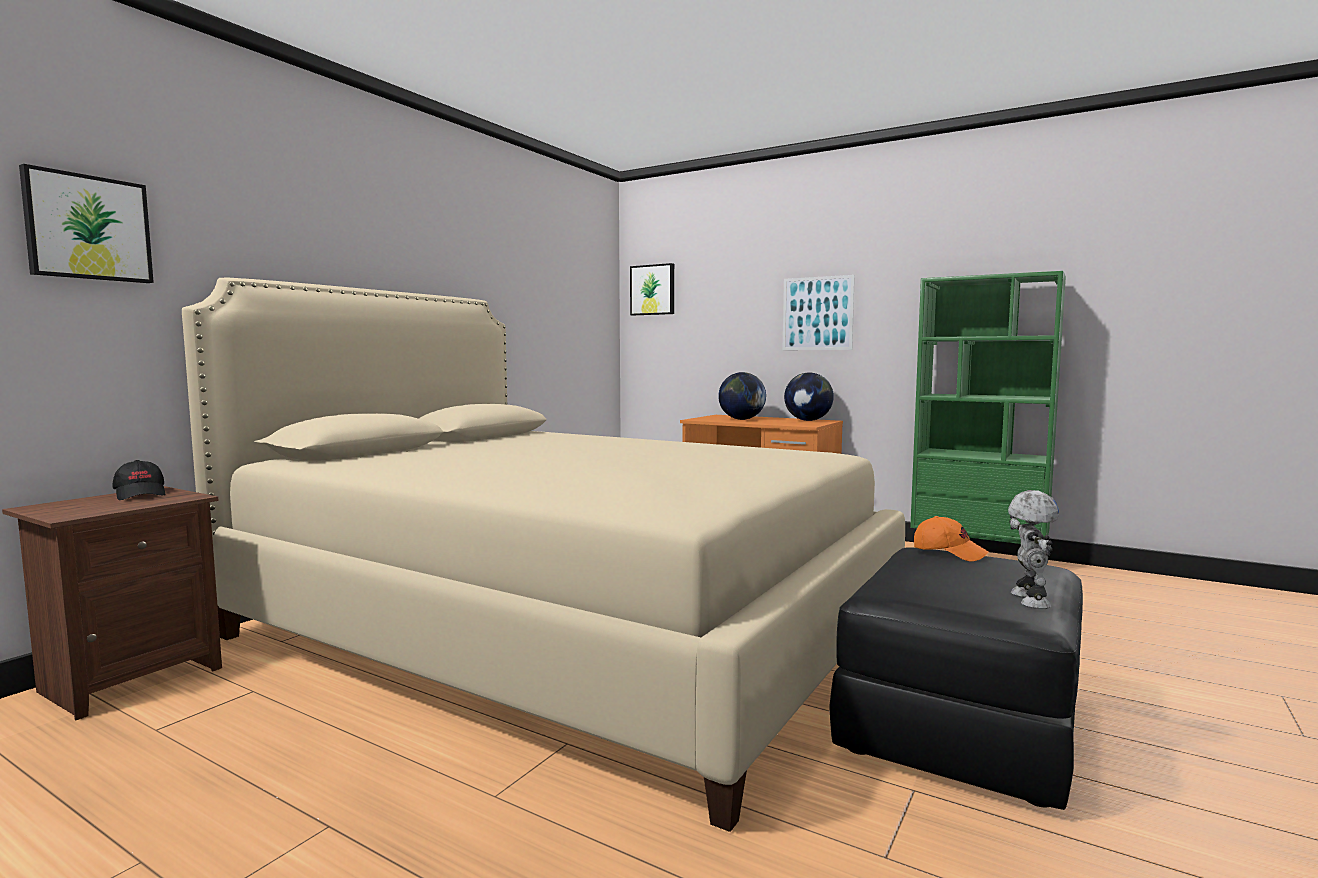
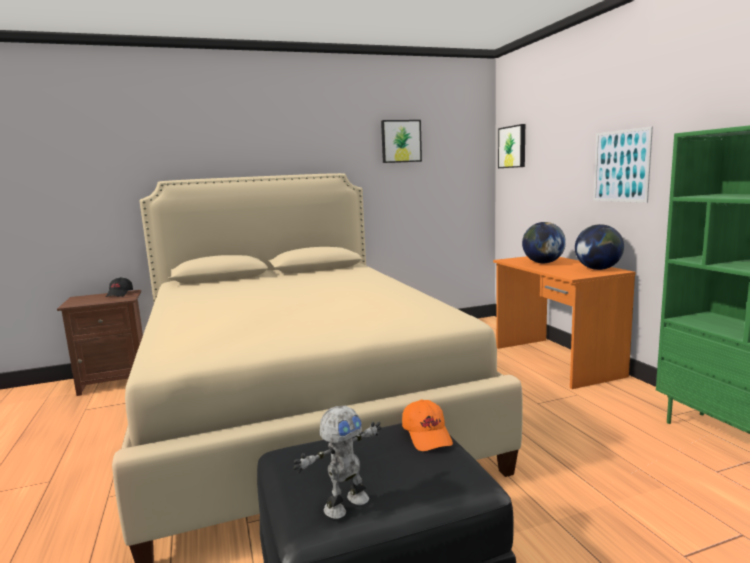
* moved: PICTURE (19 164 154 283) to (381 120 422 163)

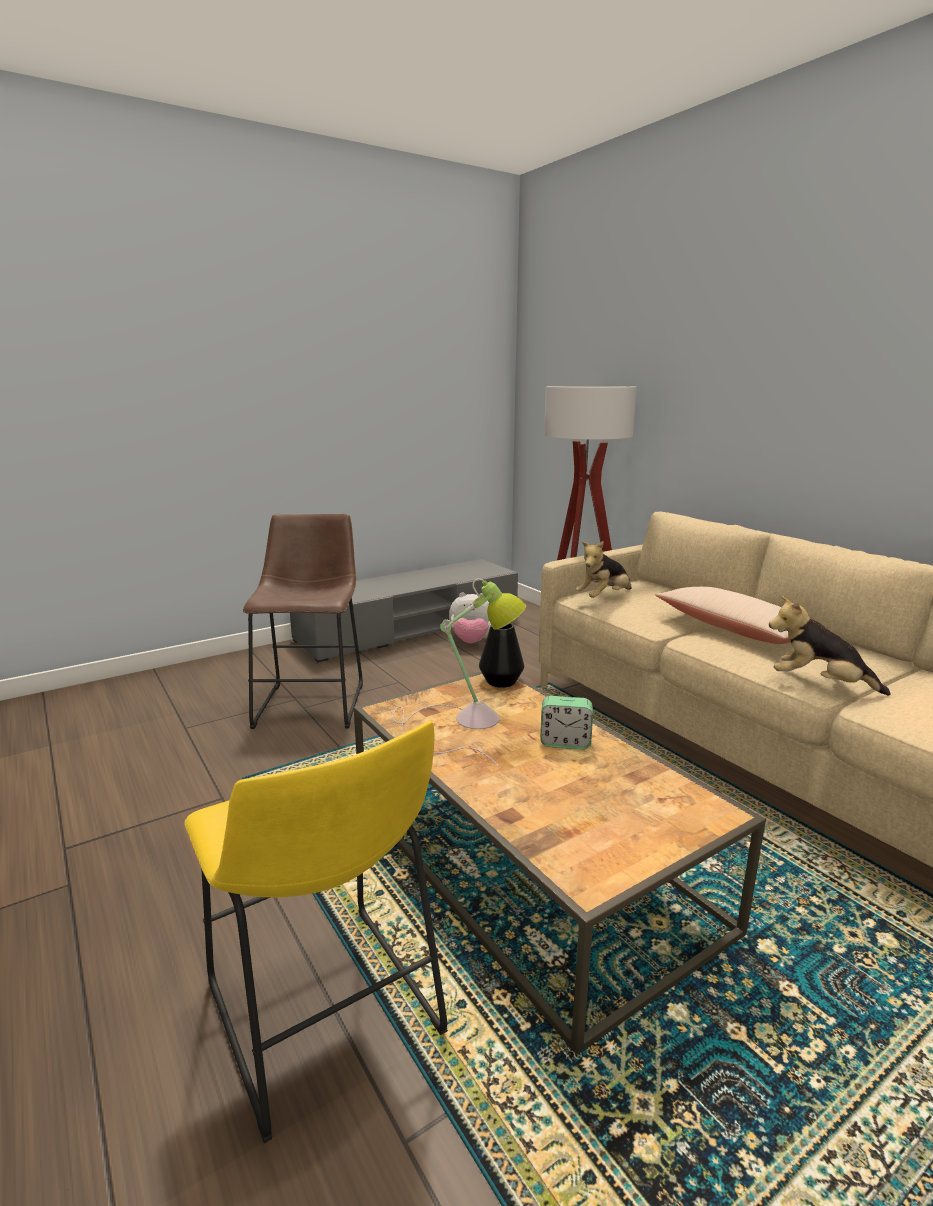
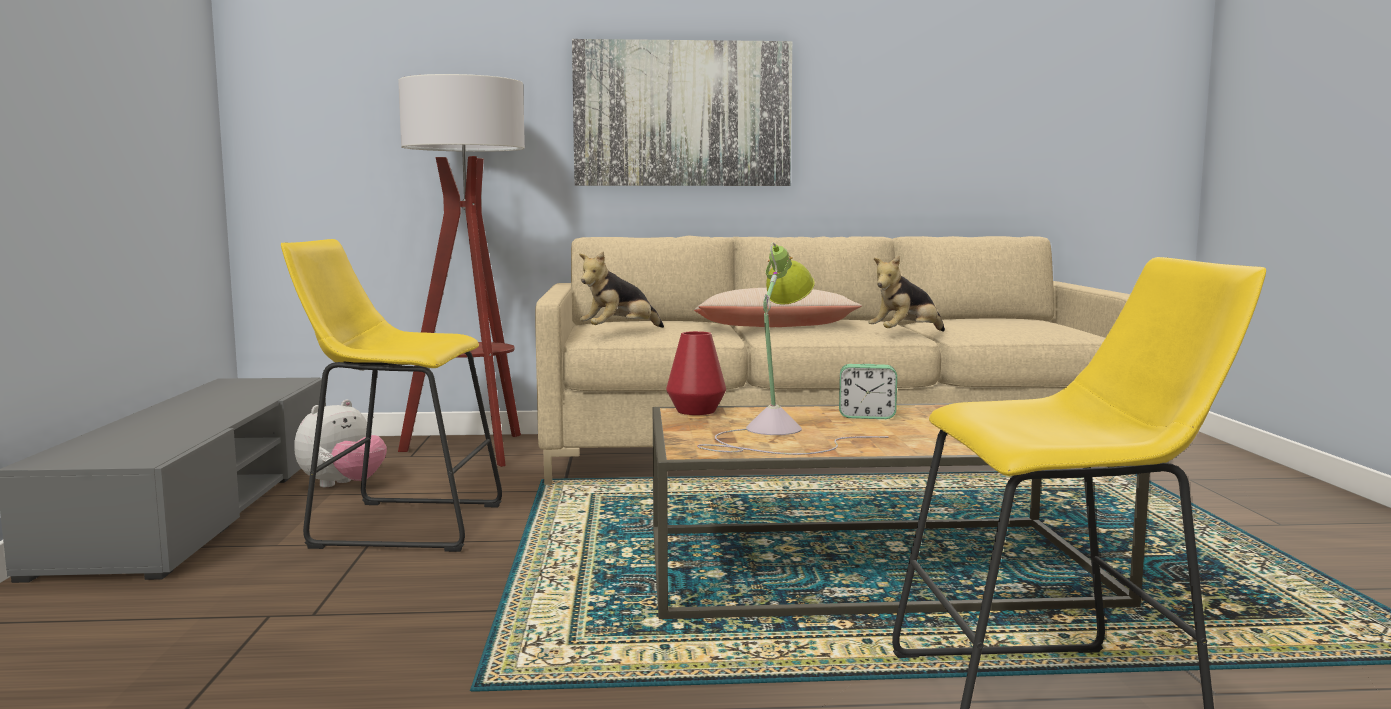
* removed: BROWNISH SITTING STOOL (243 514 363 729)
* recoloured: BLACK FLOWER VASE (479 623 524 688) to RED FLOWER VASE (666 331 726 415)
* turned: BEDSIDE CLOCK (540 696 593 749) = (839 364 897 419) 60 degrees clockwise
* turned: PLUSH TOY (575 541 632 598) = (579 251 664 328) 60 degrees clockwise
* added: YELLOW-COLOURED SITTING STOOL (281 239 502 552)
* added: PICTURE (572 39 792 186)

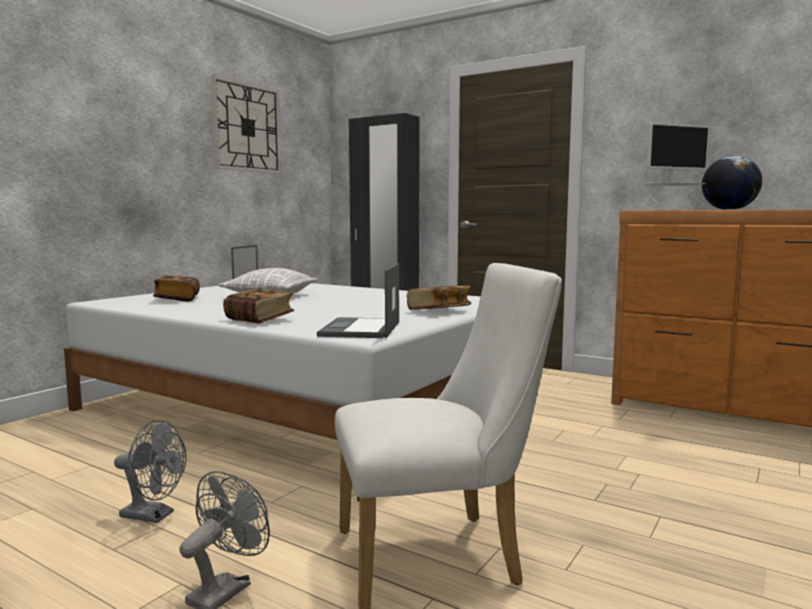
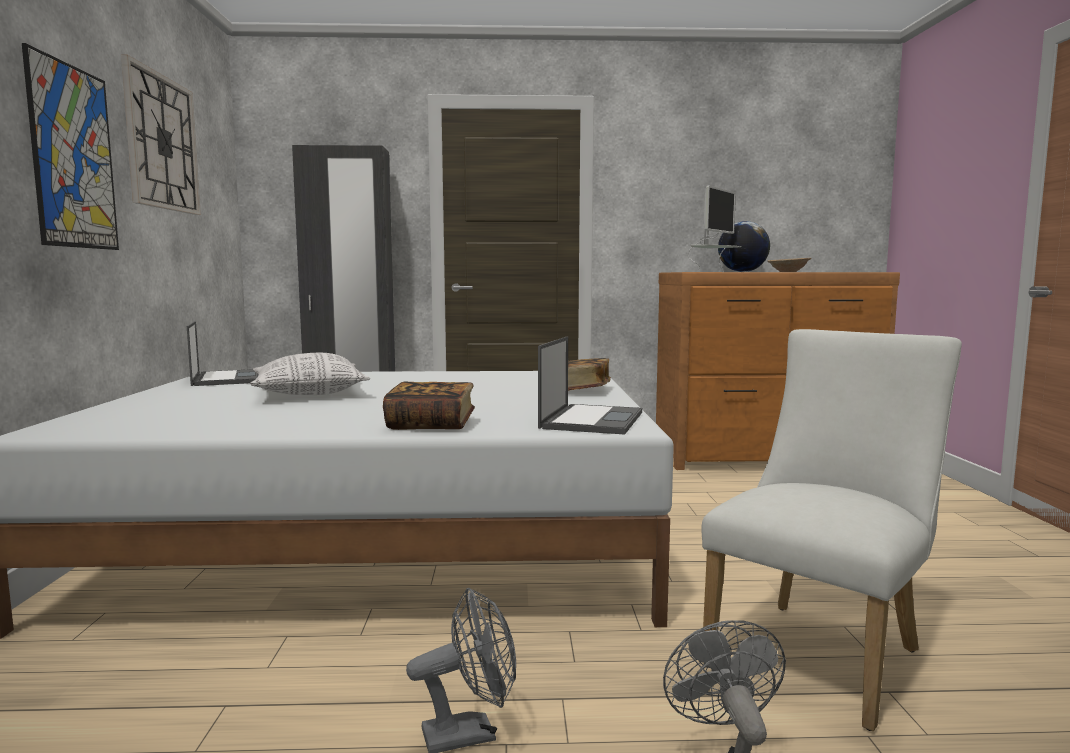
* removed: BOUND BOOK (153 275 200 302)
* turned: PORTABLE COMPUTER (317 263 399 338) = (538 336 642 435) 135 degrees counterclockwise
* added: PICTURE (22 43 119 250)
* added: BROWNISH DEEP DISH (767 258 812 272)

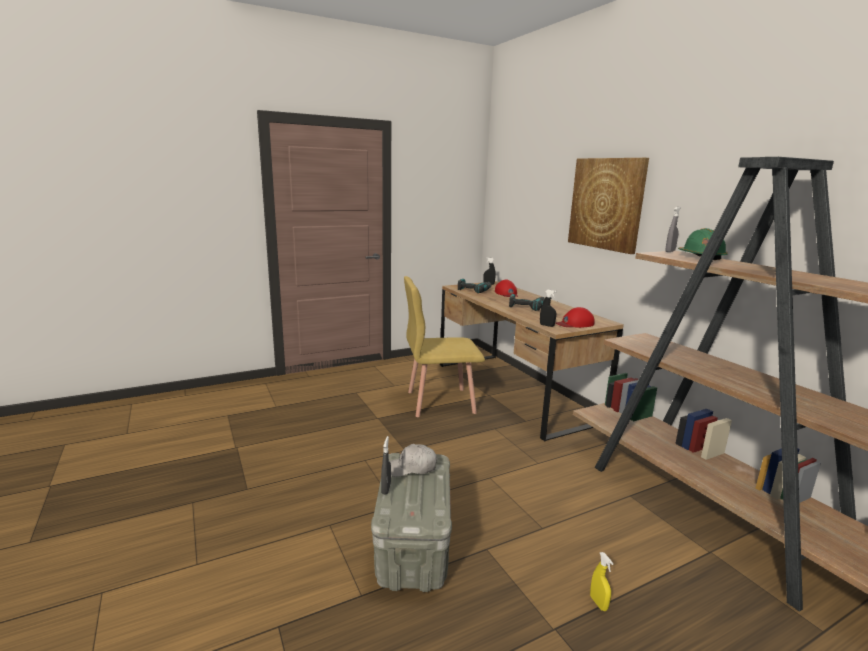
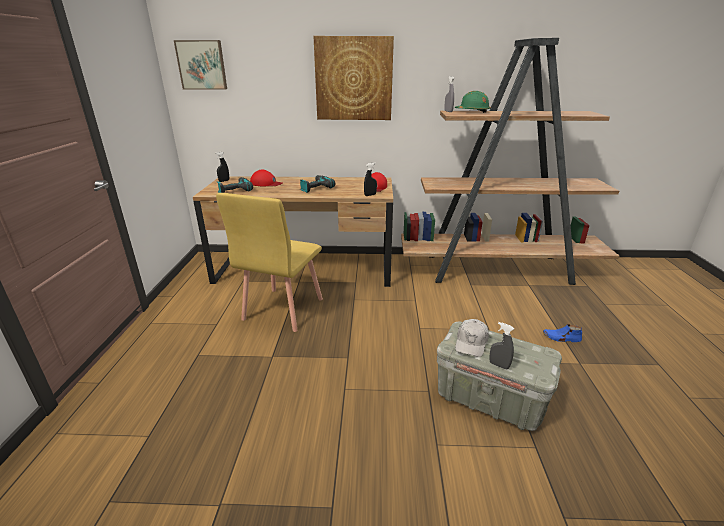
* replaced: YELLOW-COLOURED SPRAYER (590 552 614 611) to BLUE-COLOURED ITEM OF FOOTWEAR (543 324 582 342)
* added: PICTURE (174 40 227 90)

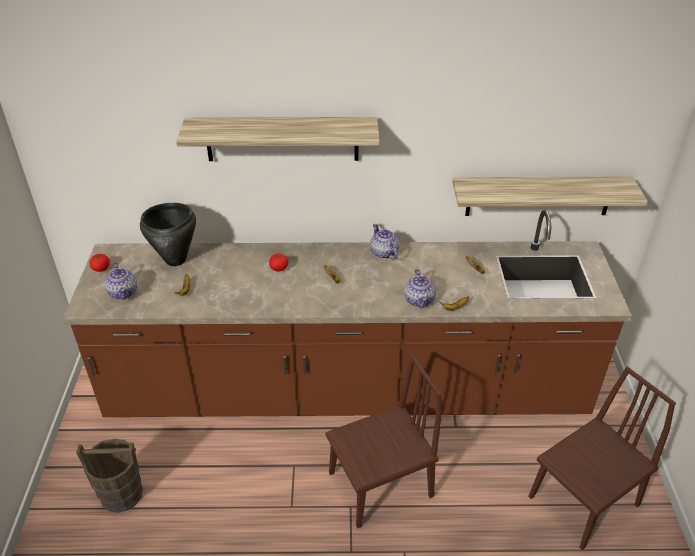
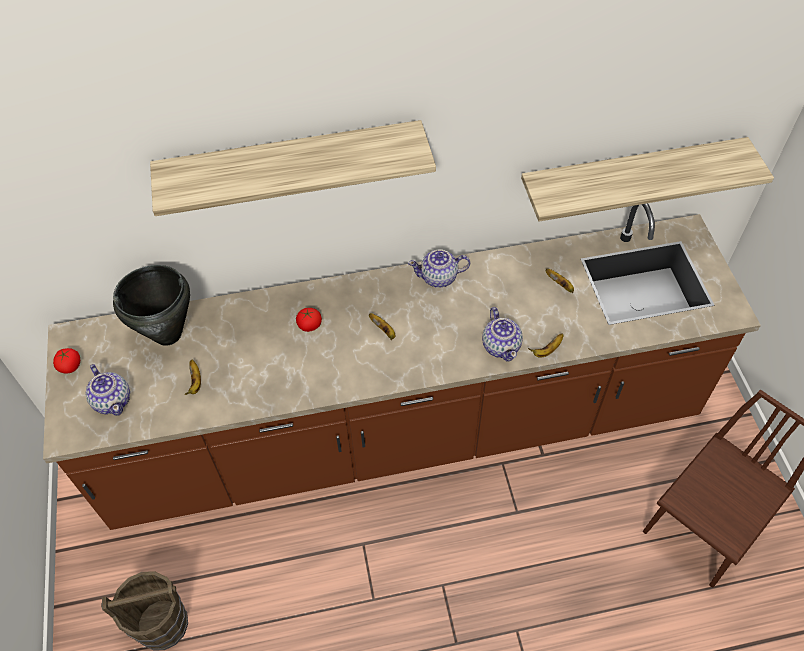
* removed: BROWNISH CHAIR (325 355 441 528)
* turned: TEA POT (370 224 399 260) = (408 249 470 288) 60 degrees counterclockwise

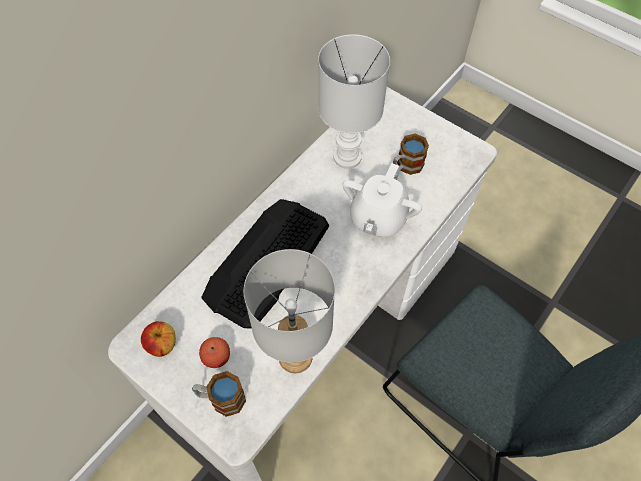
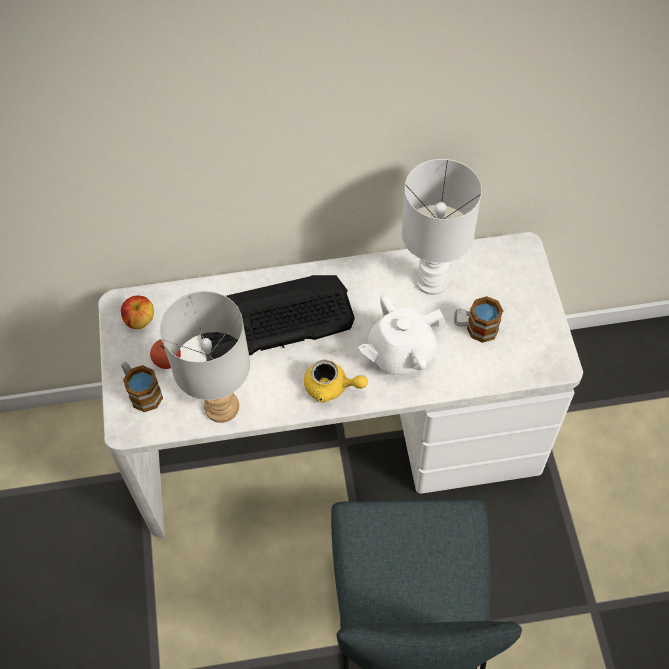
* added: YELLOW-COLOURED TEA POT (304 360 368 403)

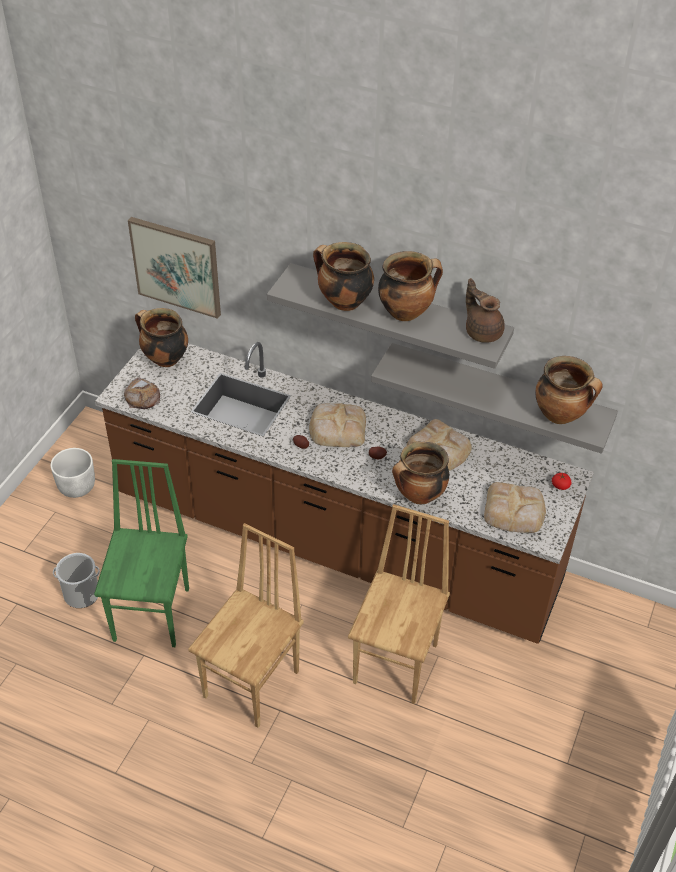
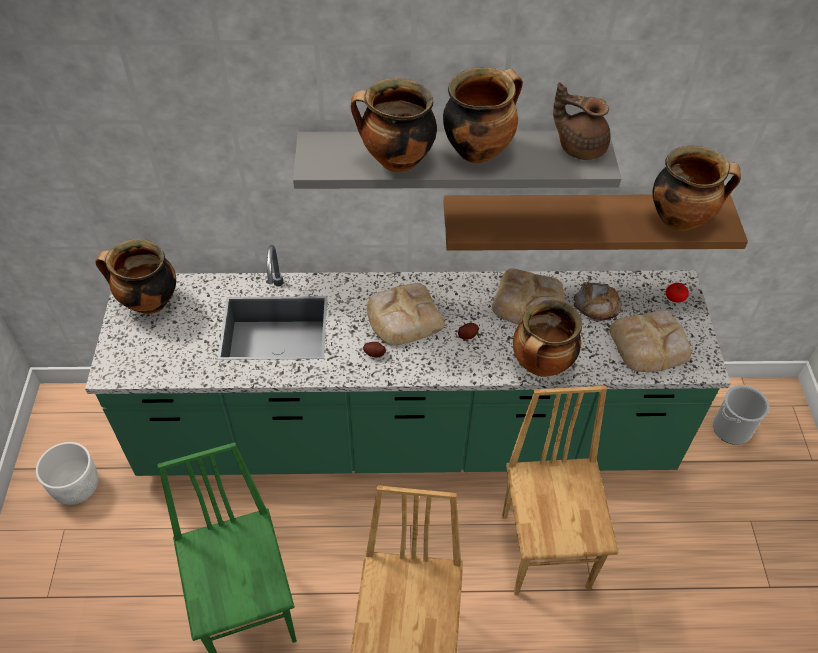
* moved: BUCKET (53 553 100 608) to (713 385 769 445)
* recoloured: BROWNISH KITCHEN BASE UNIT (95 342 594 644) to GREEN KITCHEN BASE UNIT (85 245 731 476)
* moved: BREAD (124 377 160 409) to (574 282 623 322)
* removed: PICTURE (128 217 221 319)
* recoloured: GRAY BRACKET SHELF (371 343 618 454) to BROWNISH BRACKET SHELF (444 194 748 251)

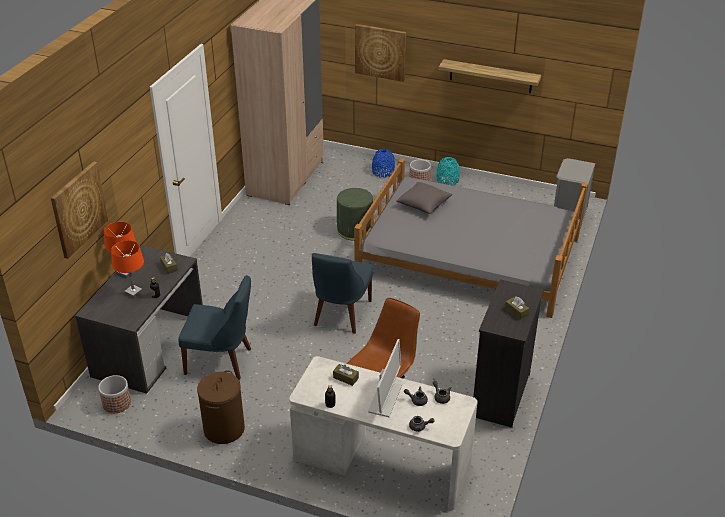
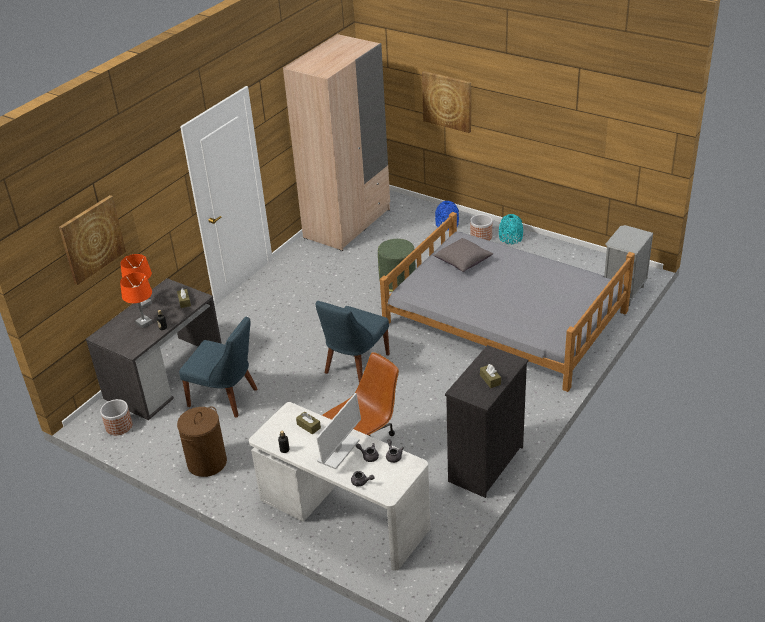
* removed: BRACKET SHELF (438 59 541 93)

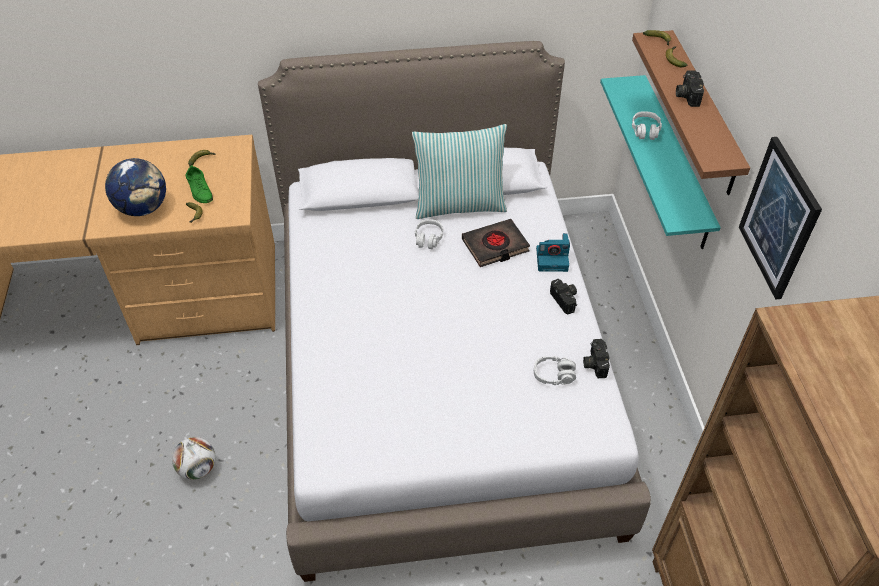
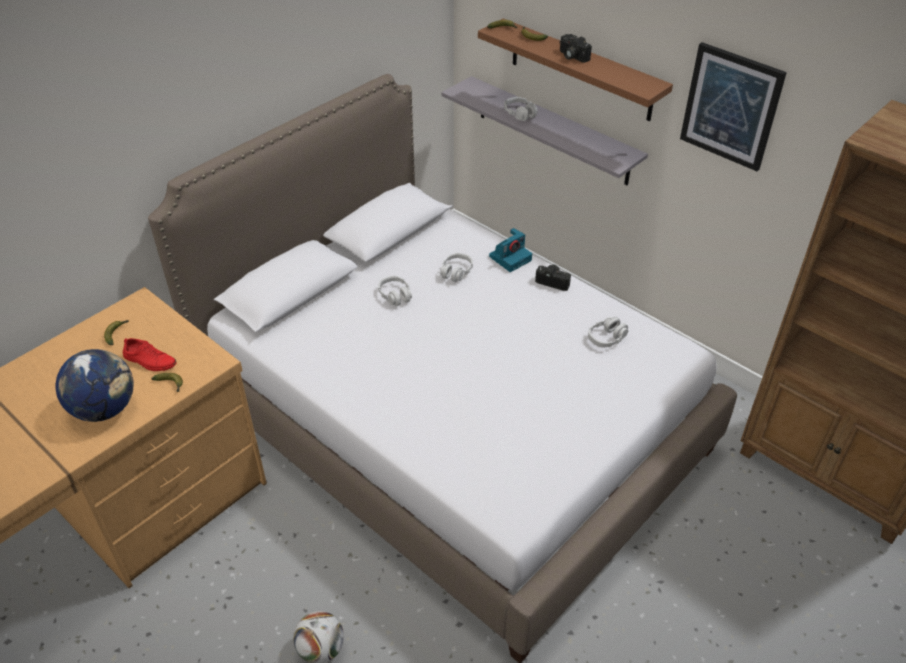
* recoloured: GREEN ITEM OF FOOTWEAR (186 165 213 203) to RED ITEM OF FOOTWEAR (123 338 177 371)
* removed: PILLOW (412 124 507 219)
* replaced: BLACK BOUND BOOK (462 219 530 267) to GRAY HEADSET (440 253 473 282)
* removed: PHOTO CAMERA (583 339 610 378)
* recoloured: BLUE-GREEN BRACKET SHELF (600 75 721 249) to GRAY BRACKET SHELF (441 76 648 185)

